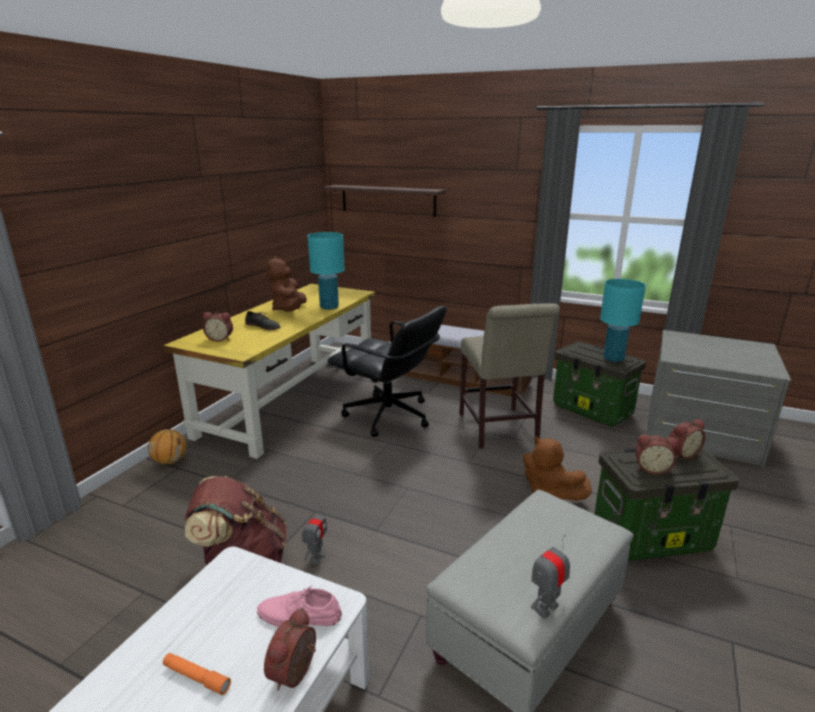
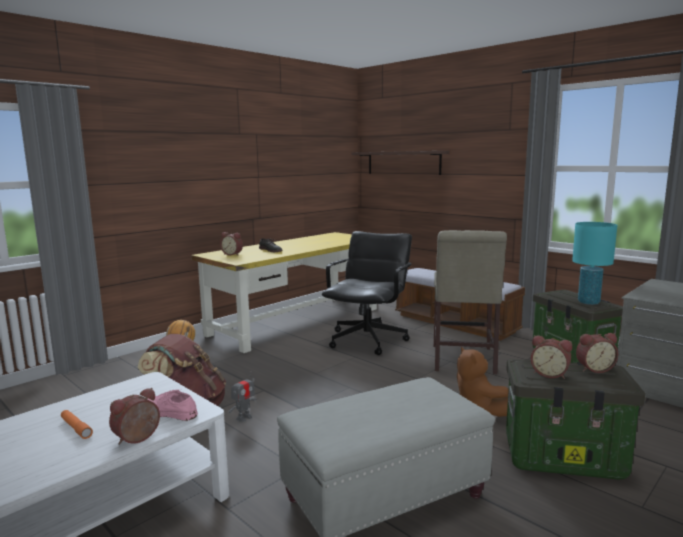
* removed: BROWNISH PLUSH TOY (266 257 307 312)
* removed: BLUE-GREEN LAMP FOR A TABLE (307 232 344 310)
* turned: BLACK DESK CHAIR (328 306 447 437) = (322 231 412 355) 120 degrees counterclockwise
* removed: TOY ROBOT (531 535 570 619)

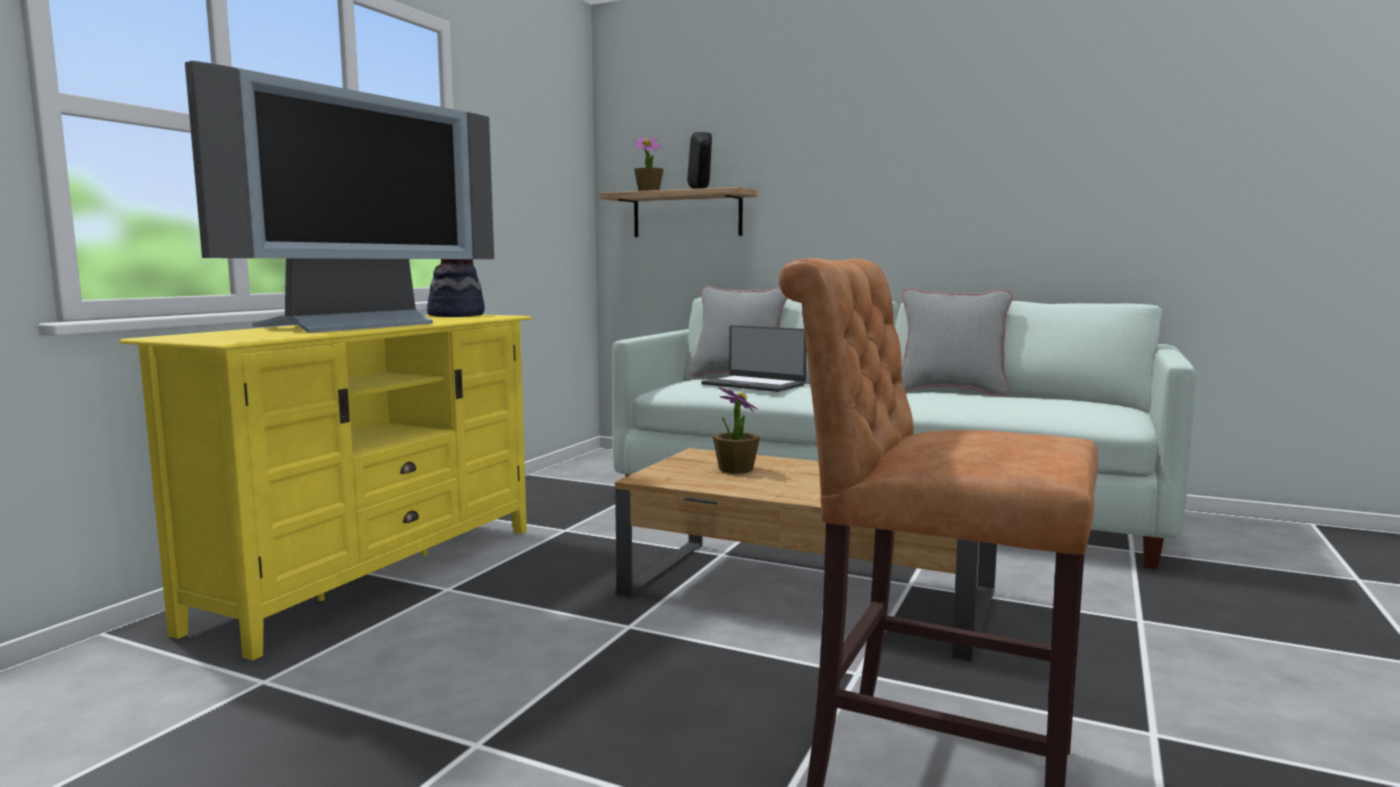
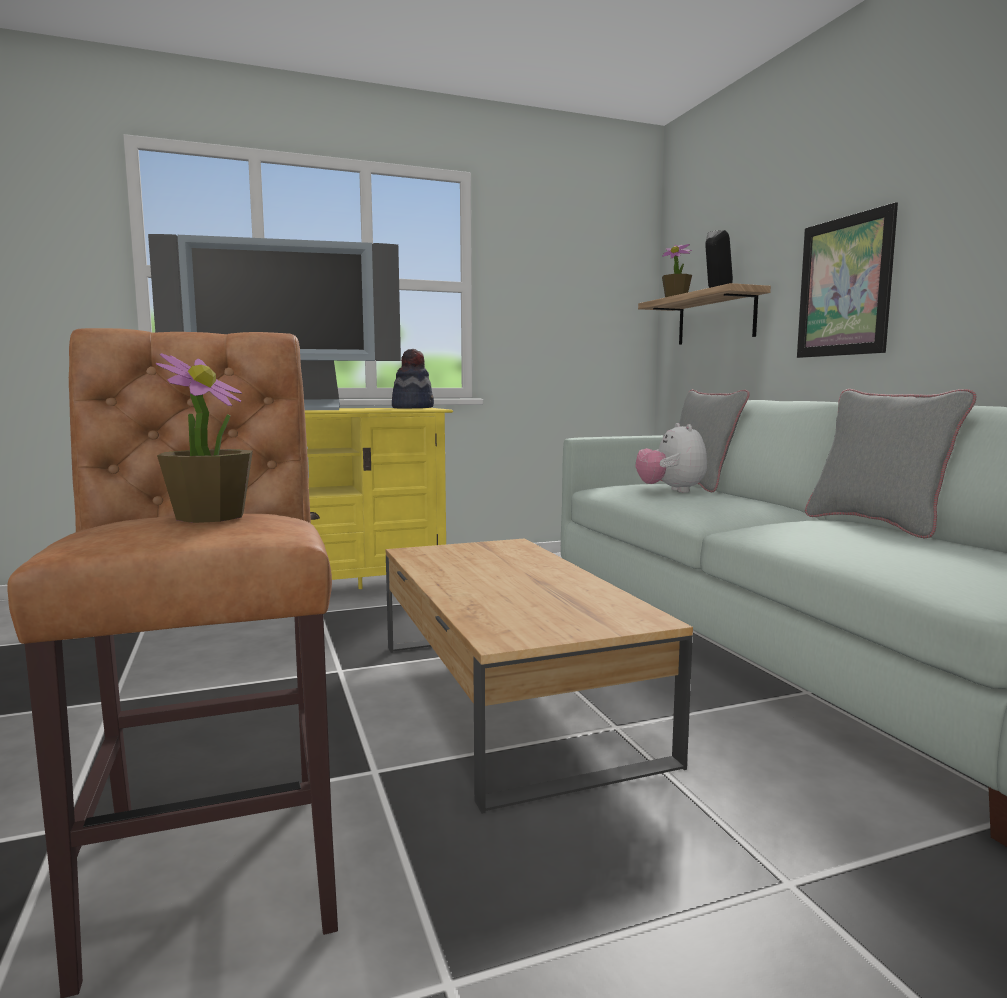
* replaced: PORTABLE COMPUTER (701 325 807 392) to PLUSH TOY (636 423 707 493)
* moved: PLANT IN A POT (713 387 760 474) to (156 353 253 523)
* added: PICTURE (797 202 898 358)

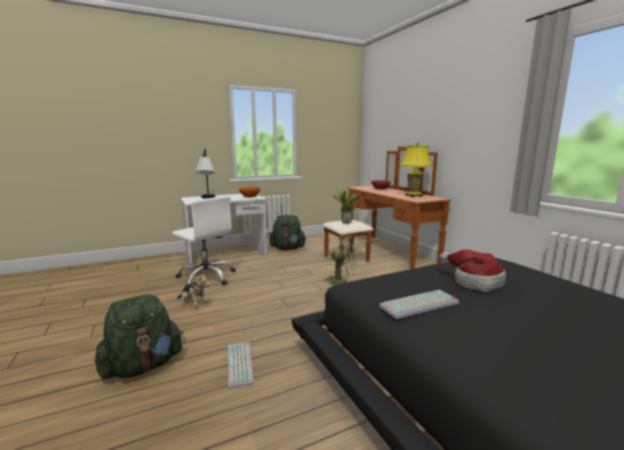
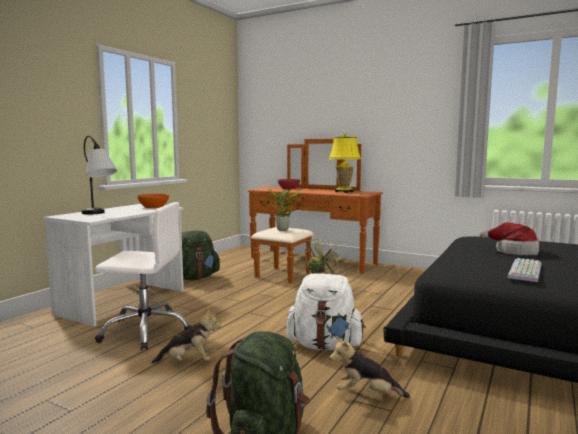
* replaced: KEYBOARD (228 342 254 389) to PLUSH TOY (330 336 410 398)
* added: WHITE-COLOURED BACKPACK (287 273 366 350)

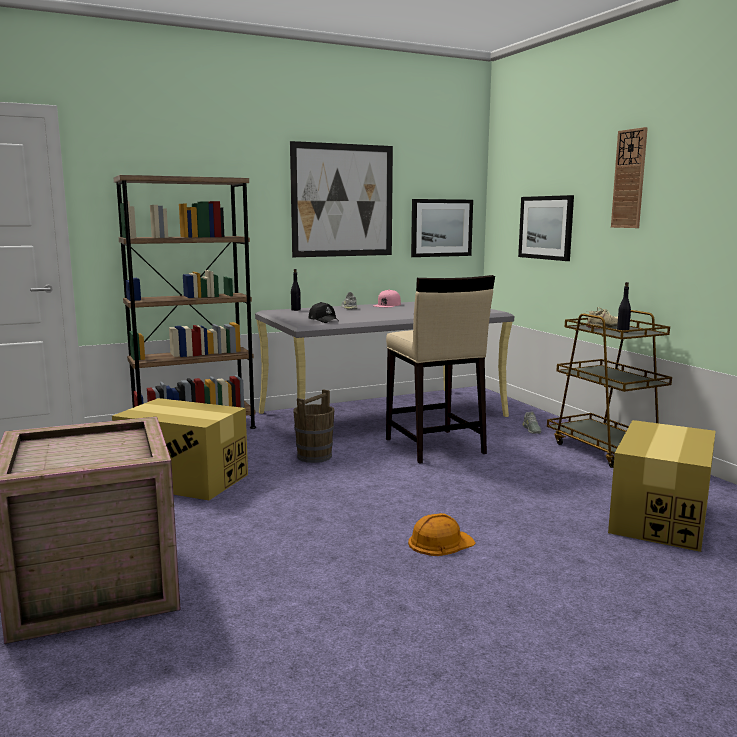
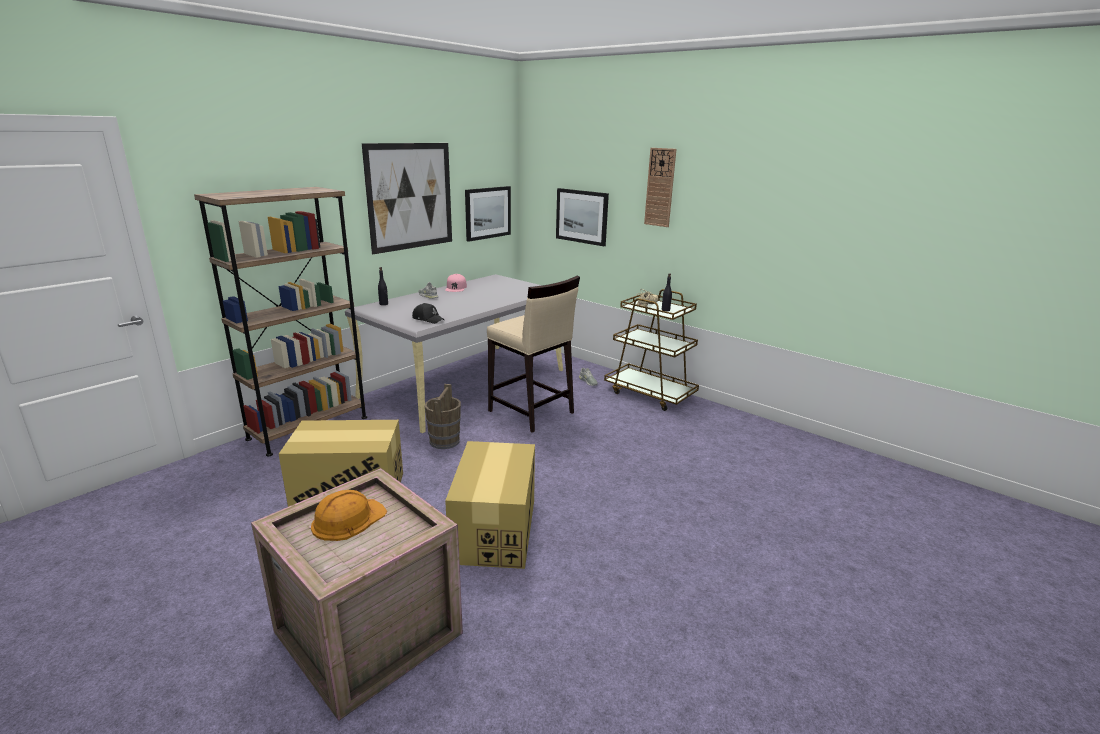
* moved: ORANGE SAFETY HELMET (408 513 476 556) to (311 490 387 541)
* moved: CARDBOARD BOX (608 420 716 552) to (445 441 535 569)

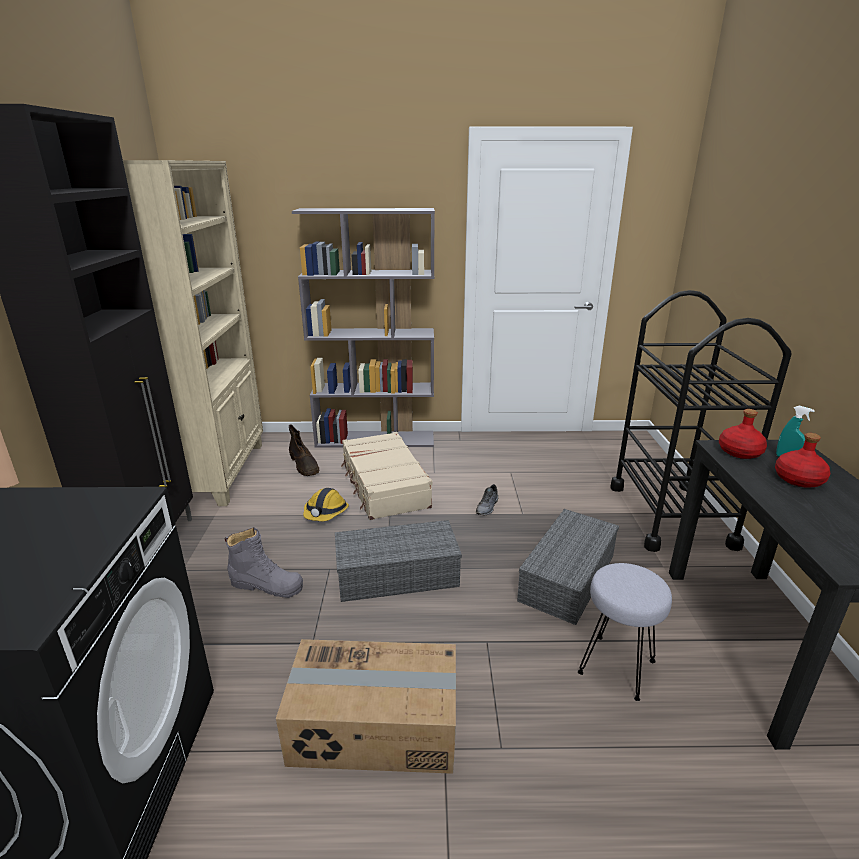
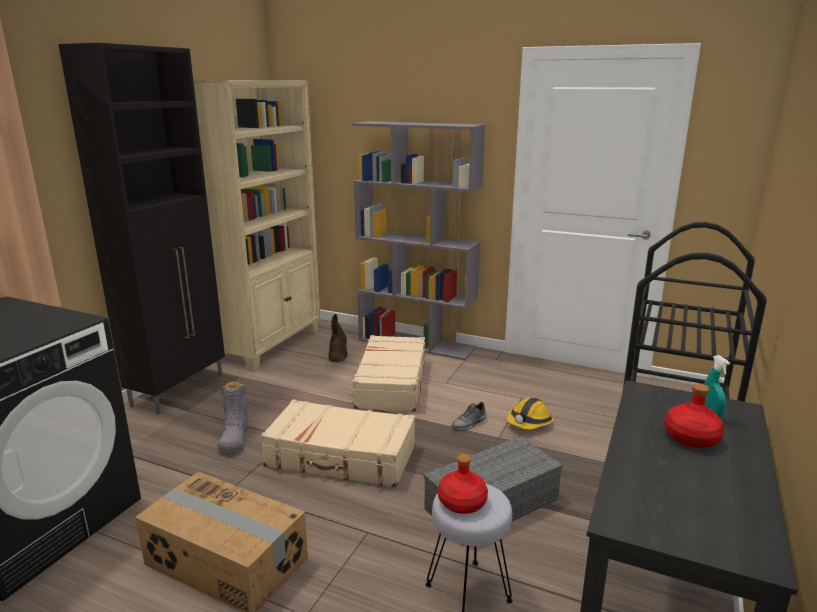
* turned: GRAY HIGH-TOP BOOT (225 527 303 598) = (218 381 248 455) 45 degrees clockwise
* moved: SAFETY HELMET (303 488 349 521) to (507 398 554 430)
* replaced: GRAY STORAGE CONTAINER (335 520 462 602) to BEIGE SUITCASE (260 400 415 488)
* moved: RED DRINK BOTTLE (719 409 767 459) to (438 454 488 514)

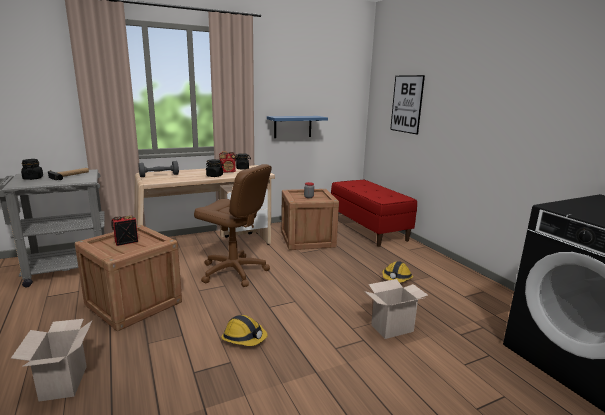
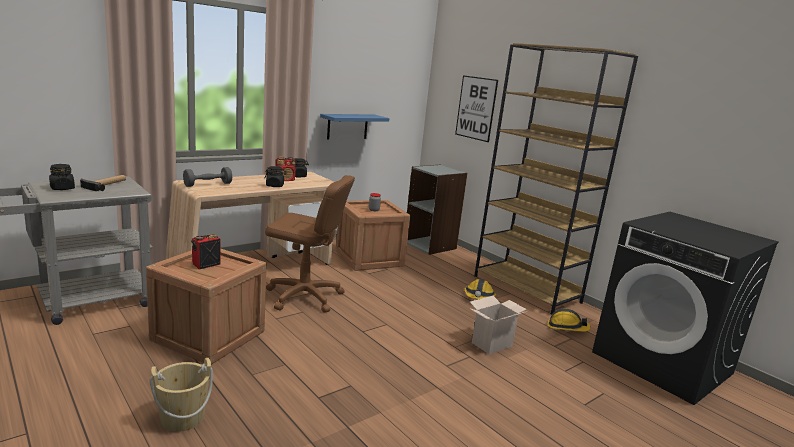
* replaced: CARDBOARD BOX (11 319 92 402) to BEIGE BUCKET (149 358 213 432)
* moved: SAFETY HELMET (221 315 268 346) to (547 308 591 332)
* replaced: RED BENCH (331 179 417 247) to GRAY BOOKSHELF (407 165 467 255)
* added: BROWNISH BOOKSHELF (474 43 638 314)

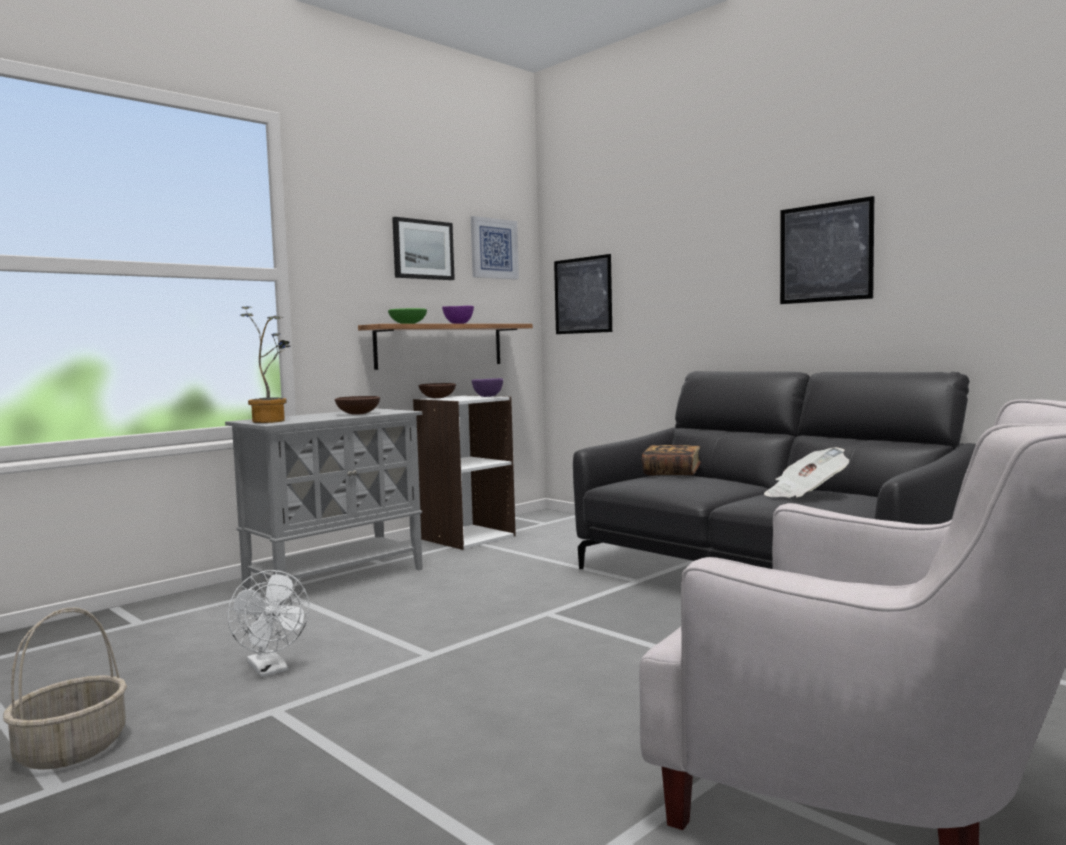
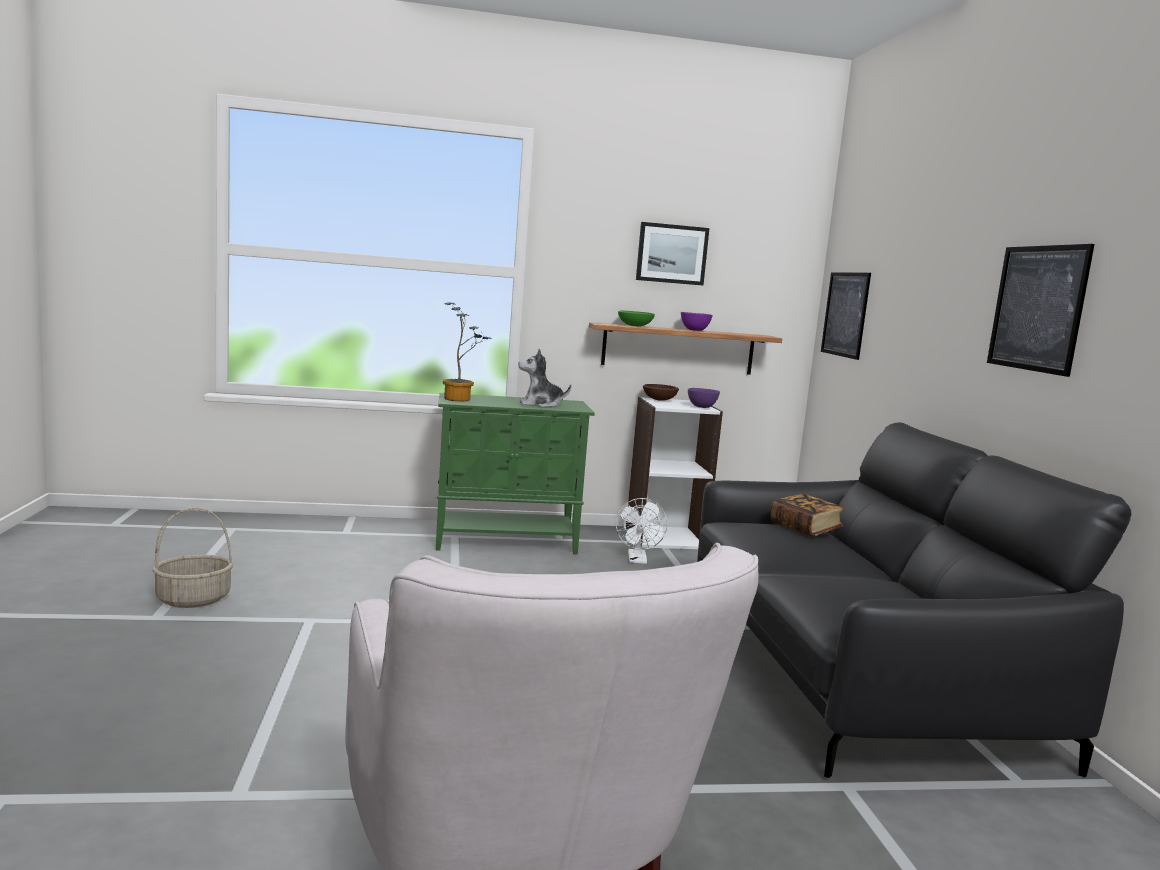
* recoloured: GRAY STORAGE CABINET (225 409 423 605) to GREEN STORAGE CABINET (436 393 595 555)
* moved: WHITE-COLOURED ELECTRIC FAN (227 570 309 677) to (616 498 668 564)
* replaced: BROWNISH DEEP DISH (334 396 380 415) to PLUSH TOY (519 349 571 408)
* removed: PICTURE (471 216 519 279)
* removed: DAILY PAPER (764 447 849 498)

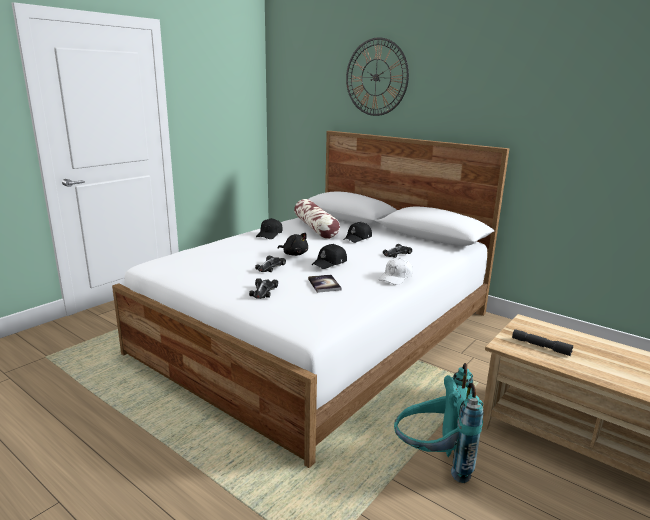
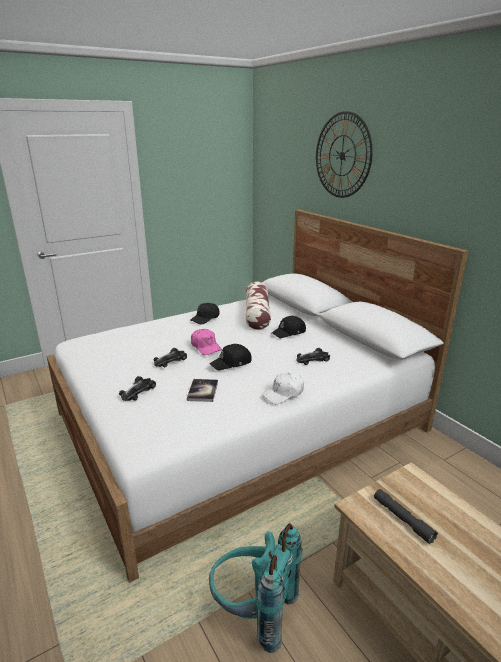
* replaced: BLACK PLUSH TOY (278 233 308 256) to PINK CAP (191 329 222 355)

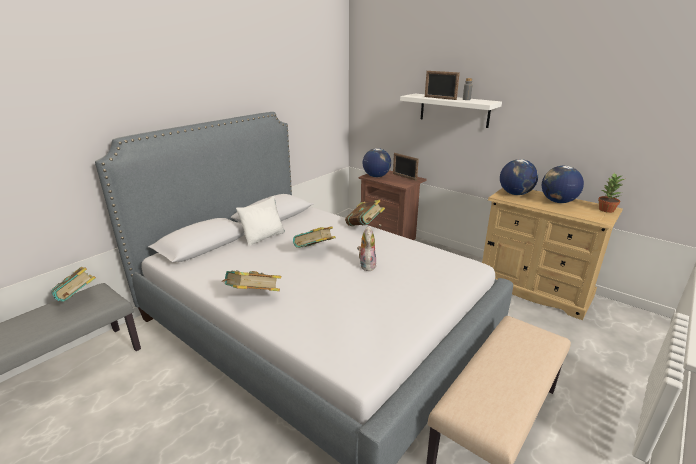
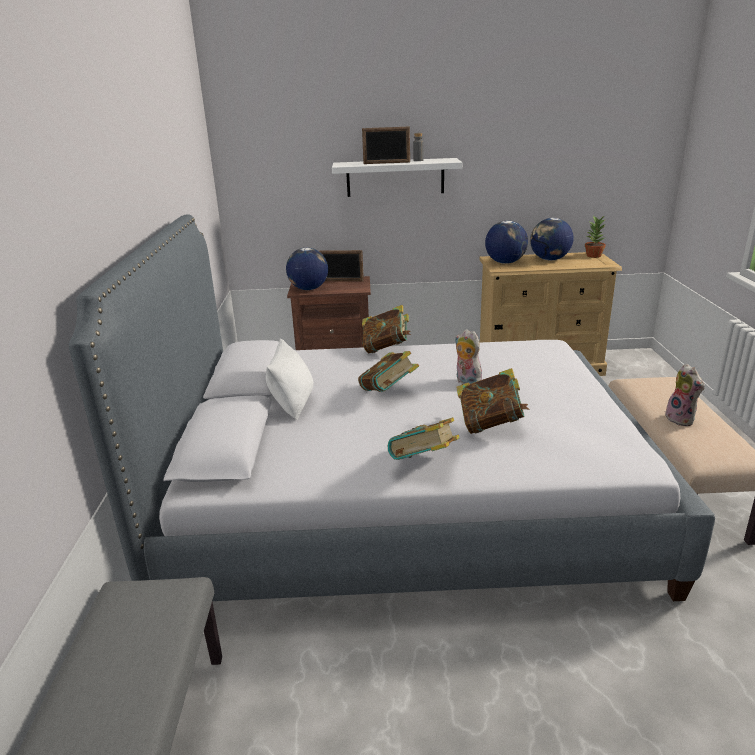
* moved: BOUND BOOK (51 267 96 302) to (456 368 529 434)
* added: PLUSH TOY (665 364 705 426)

